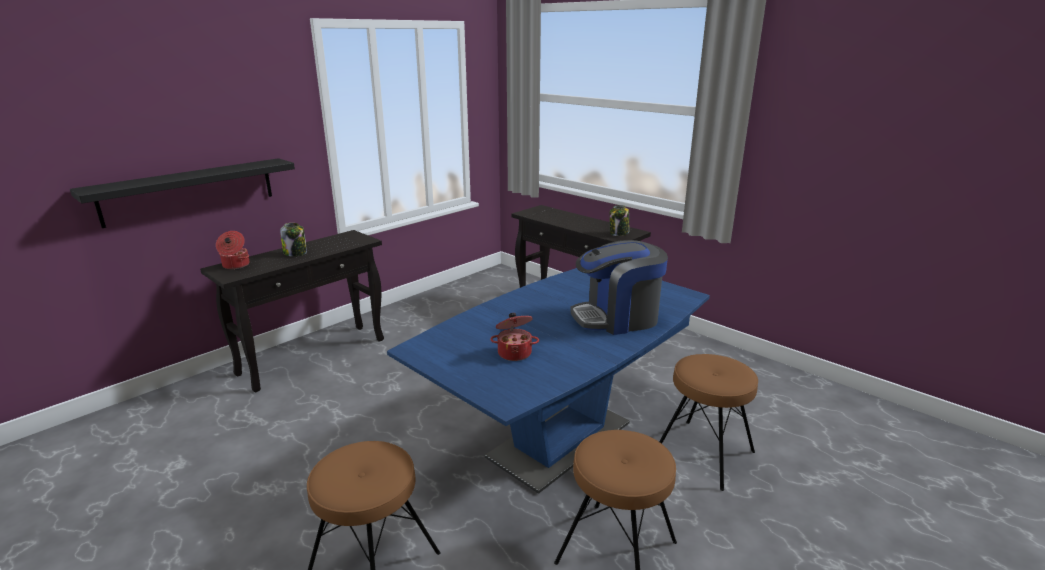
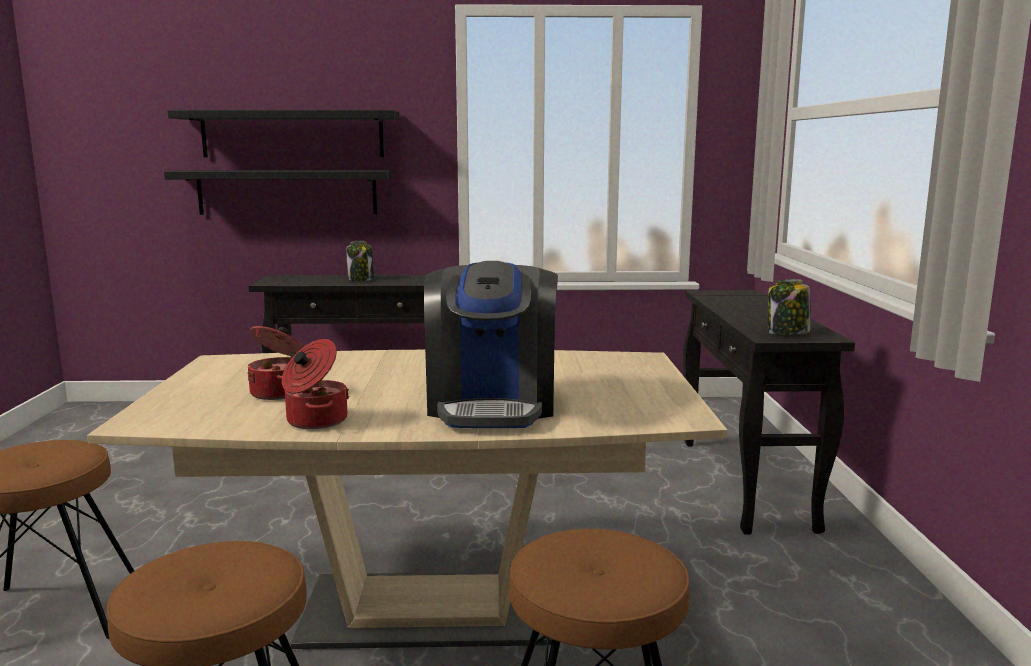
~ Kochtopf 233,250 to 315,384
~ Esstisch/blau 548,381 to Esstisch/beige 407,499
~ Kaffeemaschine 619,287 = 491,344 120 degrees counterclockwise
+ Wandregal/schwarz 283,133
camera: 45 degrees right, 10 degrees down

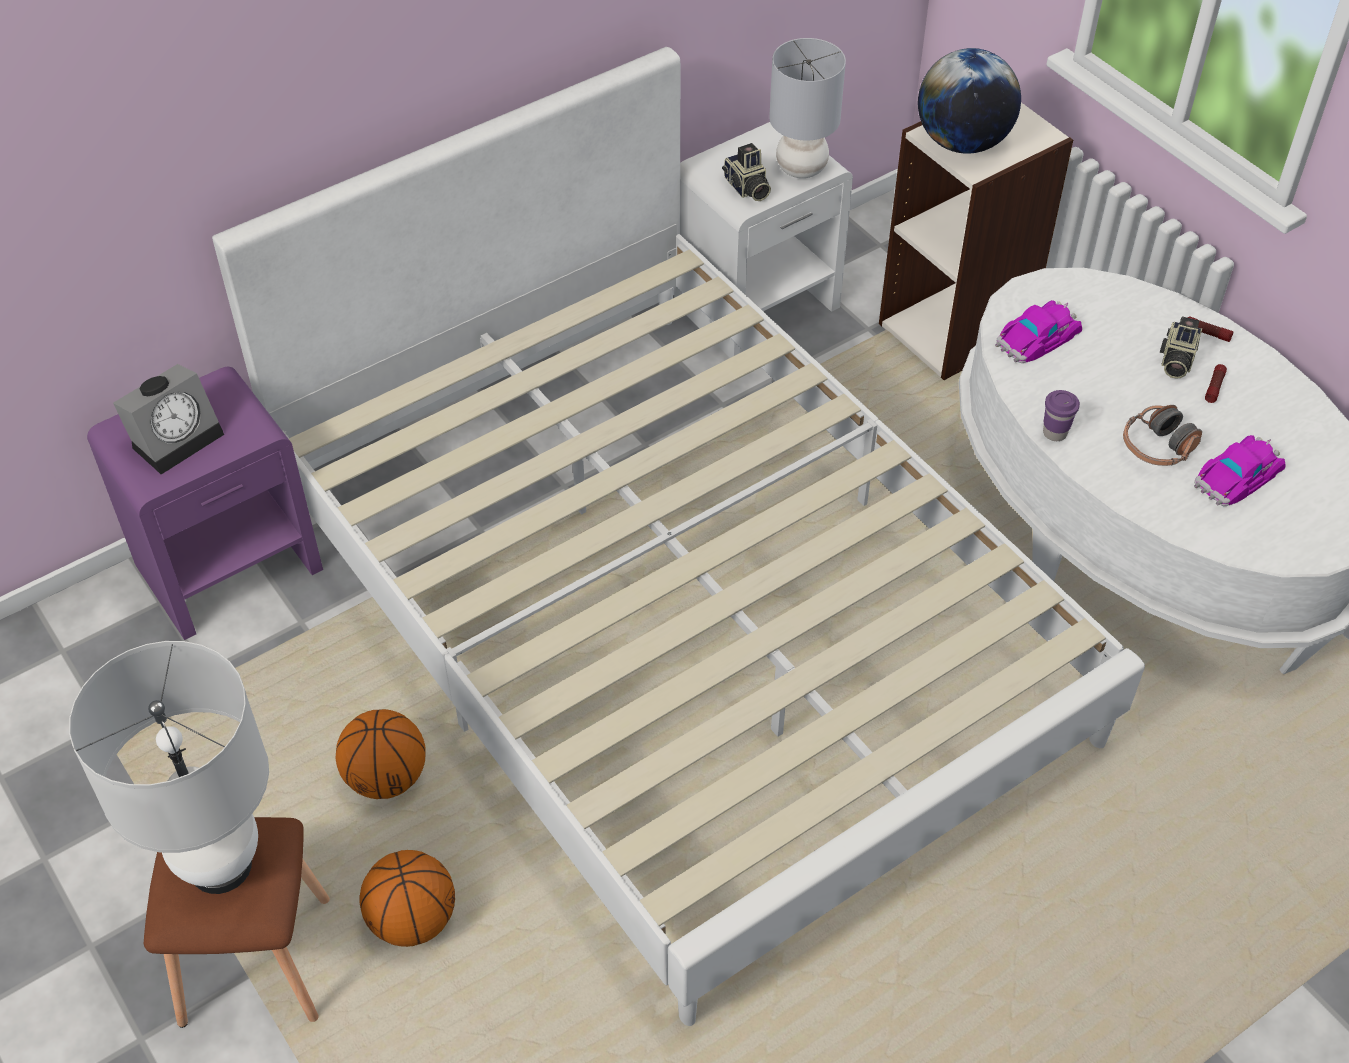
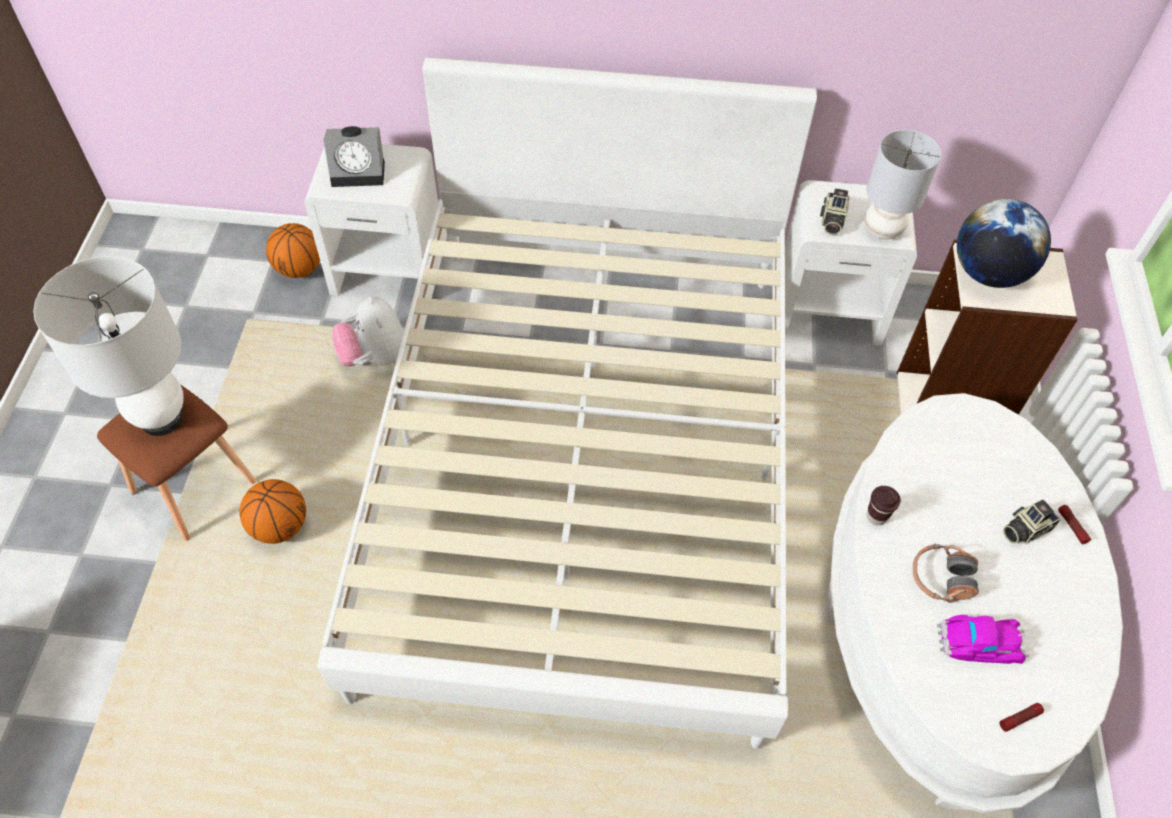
~ Nachttisch/lila 205,503 to Nachttisch/weiß 373,221
~ Basketball 381,754 to 293,250
- Spielzeugauto 1038,331
~ Tasse/lila 1061,415 to Tasse/braun 884,505
~ Taschenlampe 1216,383 to 1021,717
+ Plüschtier 368,331
camera: 40 degrees right, 5 degrees up

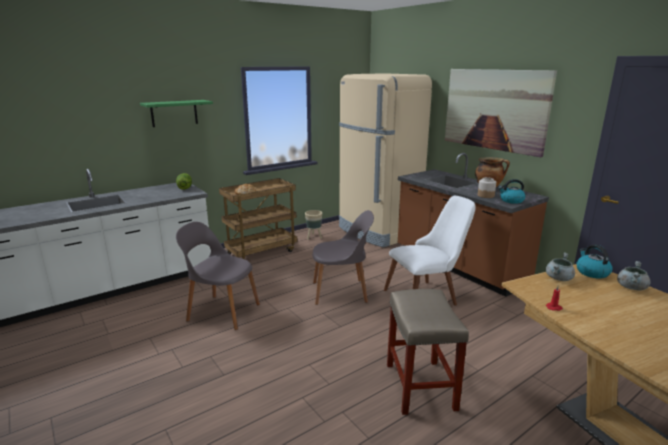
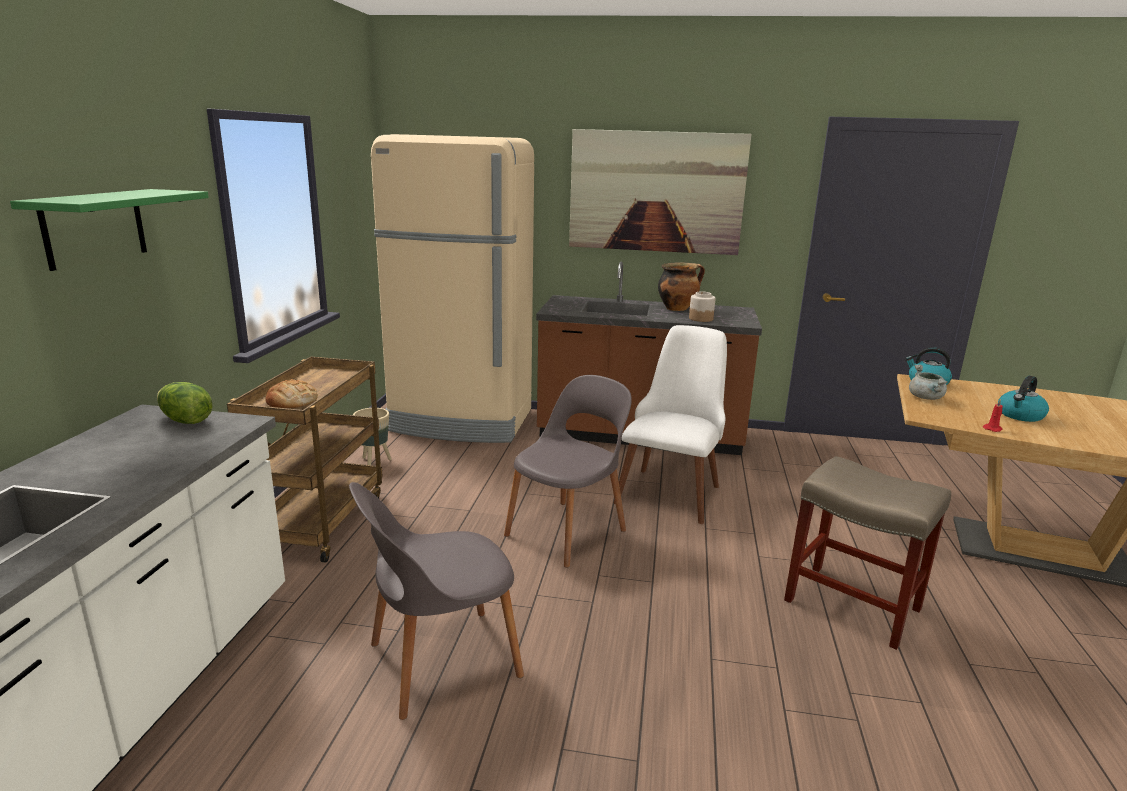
~ Wasserkessel 511,191 to 1023,399
- Kochtopf/grau 633,275
camera: 45 degrees left, 0 degrees up

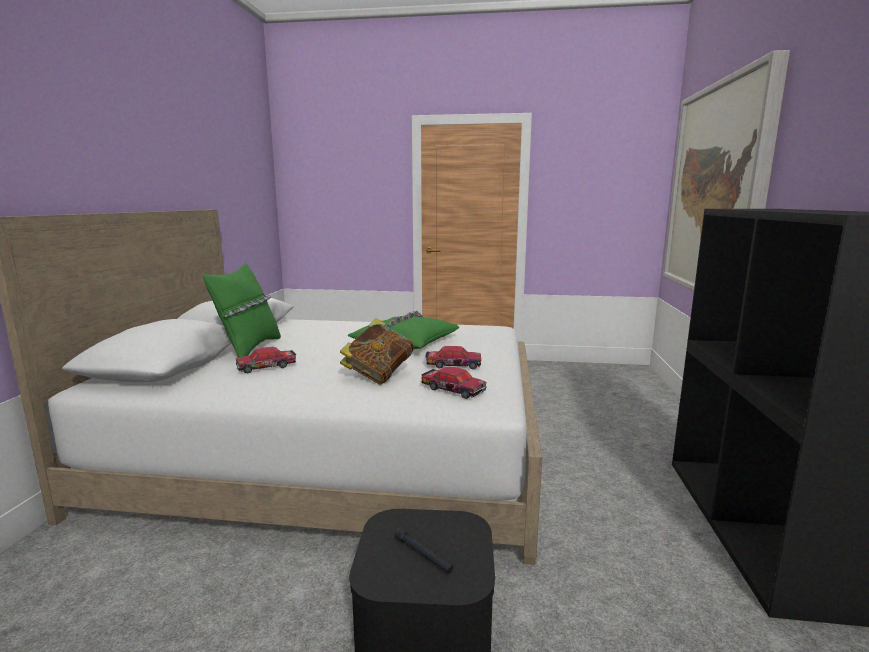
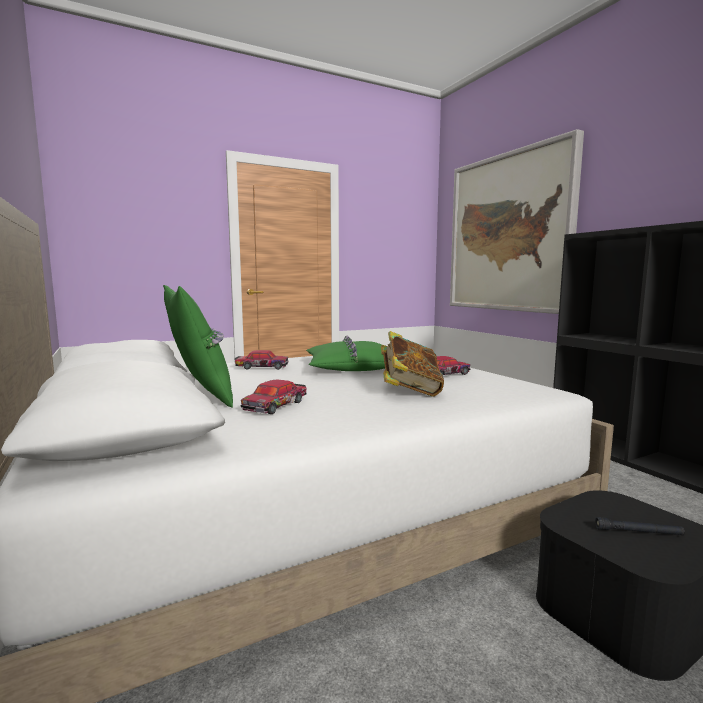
~ Spielzeugauto 453,382 to 261,360
camera: 35 degrees left, 5 degrees down

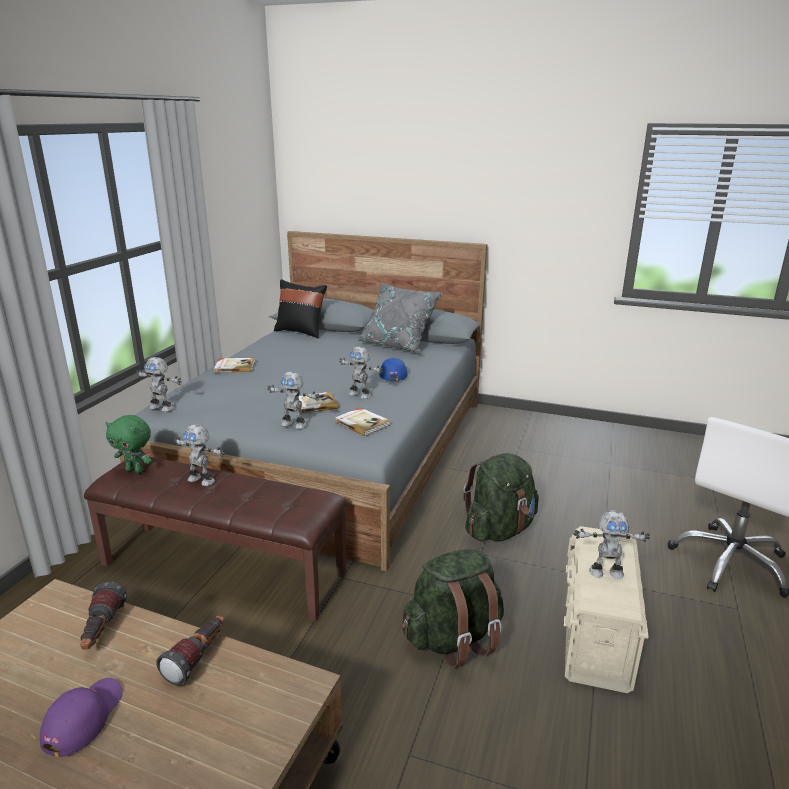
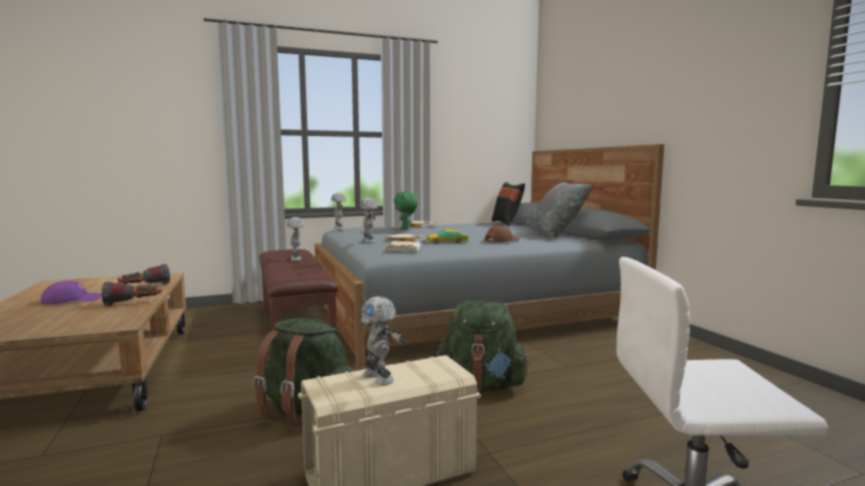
~ Plüschtier/grün 129,444 to 406,210
~ Spielzeugroboter 361,373 to Spielzeugauto 447,236
~ Kappe/blau 393,369 to Kappe/braun 502,233
camera: 50 degrees right, 15 degrees down

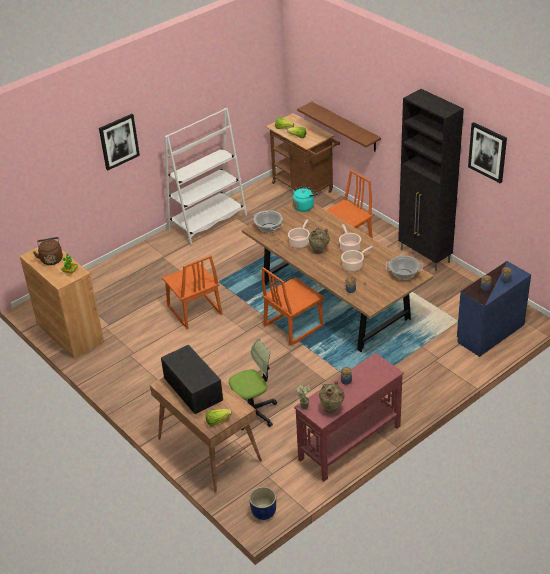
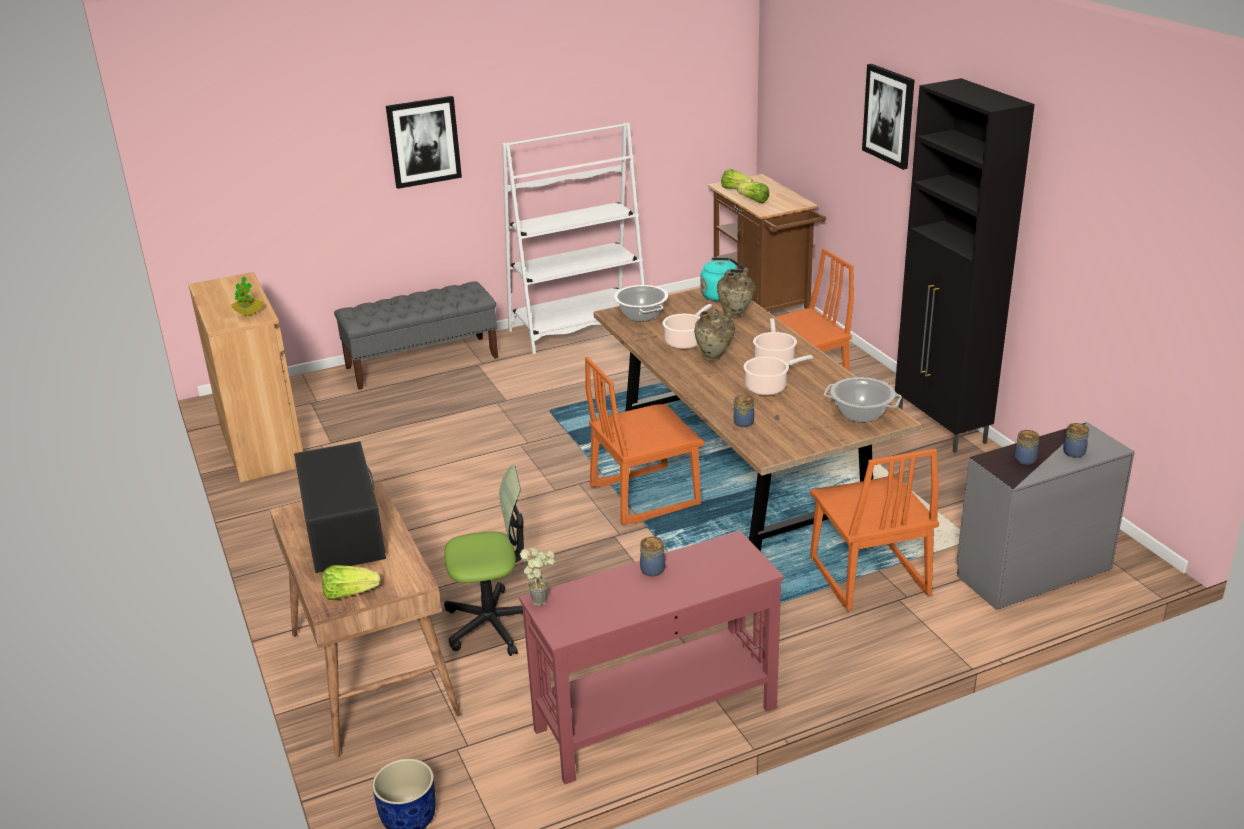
- Wasserkessel/braun 48,251
~ Stuhl/orange 192,292 to 874,529
- Wandregal/braun 339,127
~ Vase/beige 332,396 to 736,293
~ Kommode/blau 494,309 to Kommode/grau 1045,516
~ Bild 487,152 to 888,117
+ Bank/grau 416,335
camera: 15 degrees right, 10 degrees down

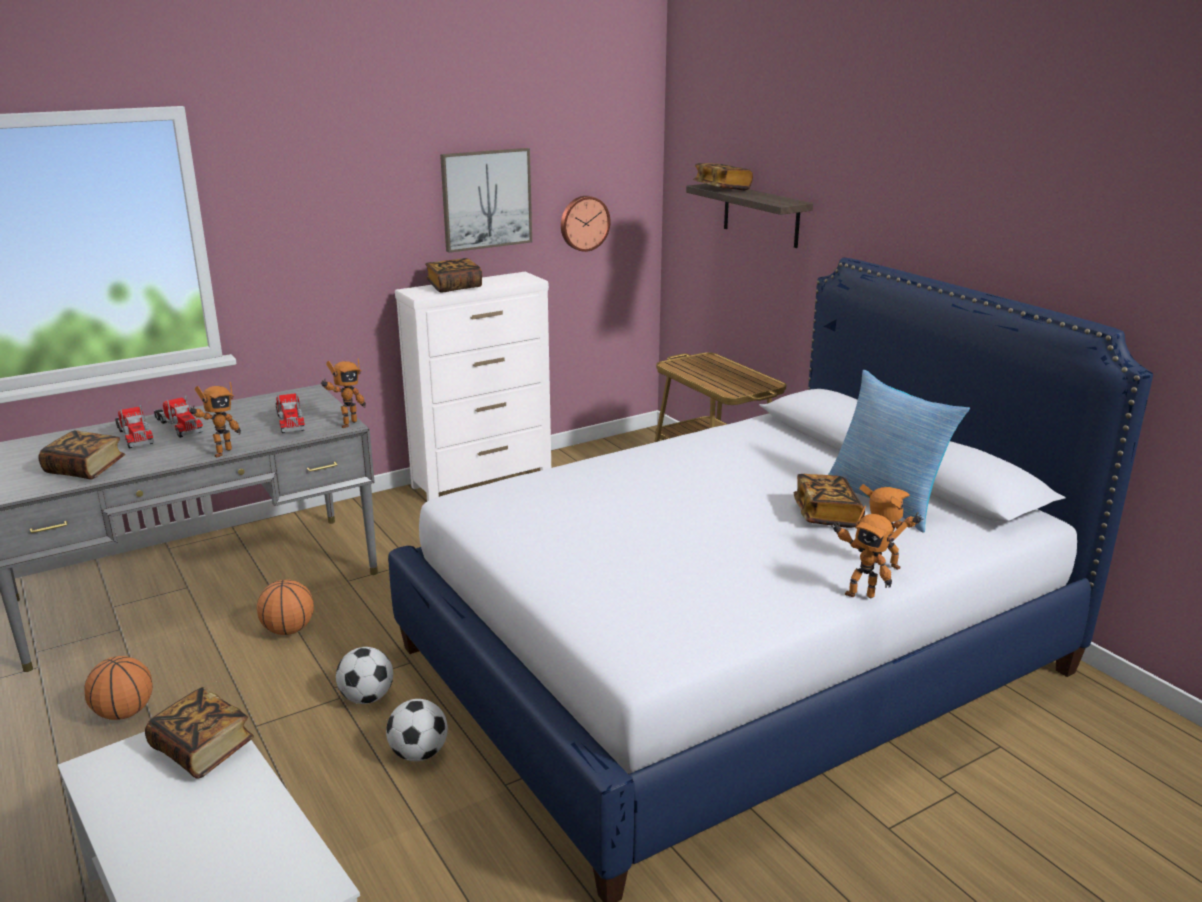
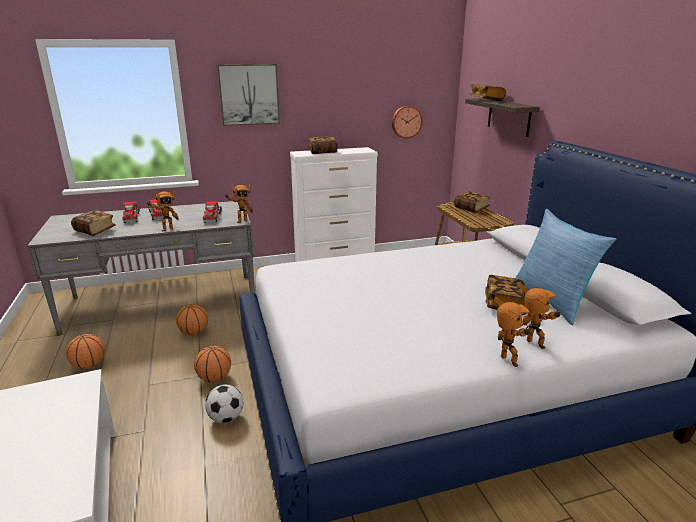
~ Buch 199,733 to 472,202
~ Fußball 364,675 to Basketball 212,363
~ Bild 486,200 to 248,95
~ Spielzeugroboter 869,552 = 512,332 150 degrees counterclockwise
camera: 15 degrees right, 0 degrees up

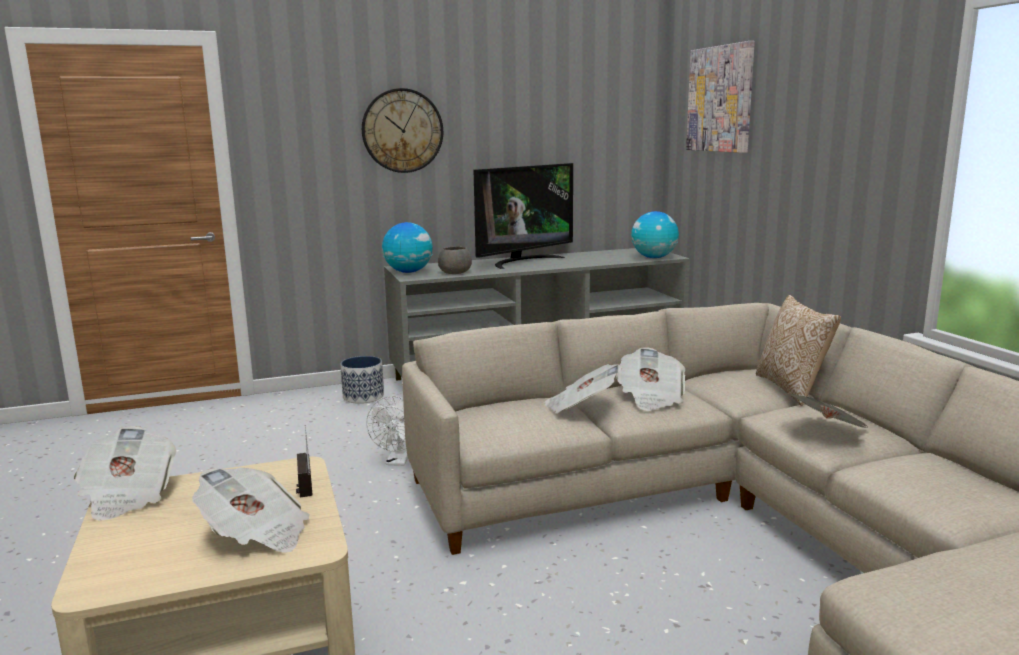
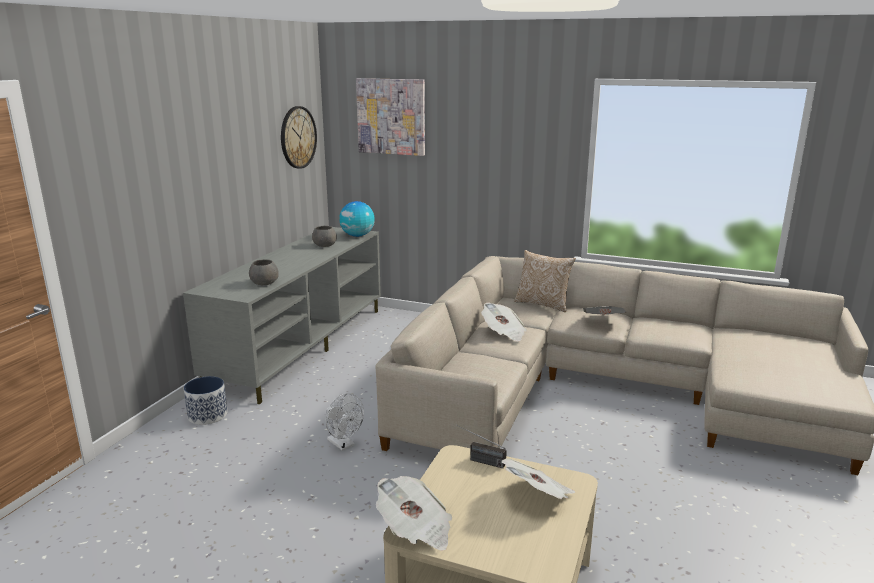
~ Wanduhr 402,130 to 299,137
- Globus 407,247
- Fernseher 523,216
- Zeitung 583,388
+ Schüssel/grau 324,236
camera: 50 degrees left, 5 degrees up

